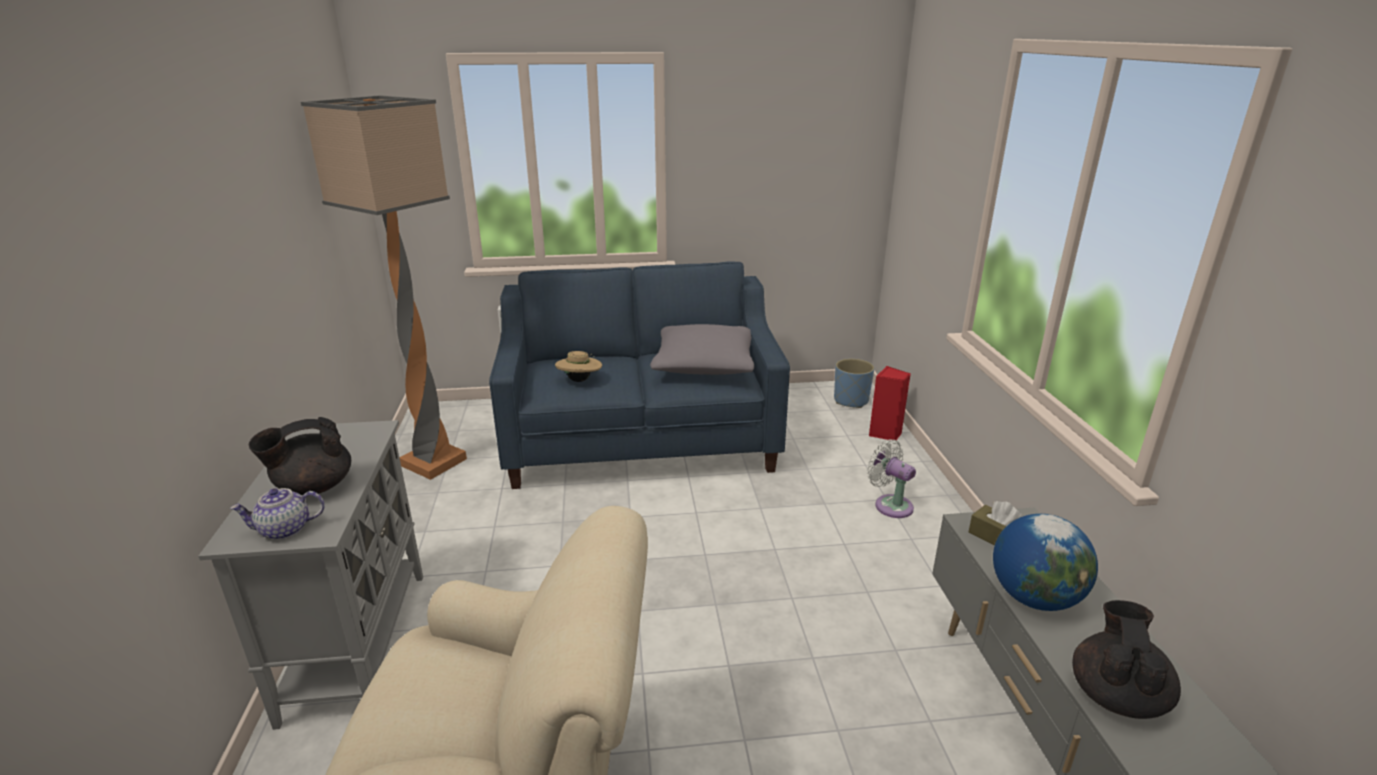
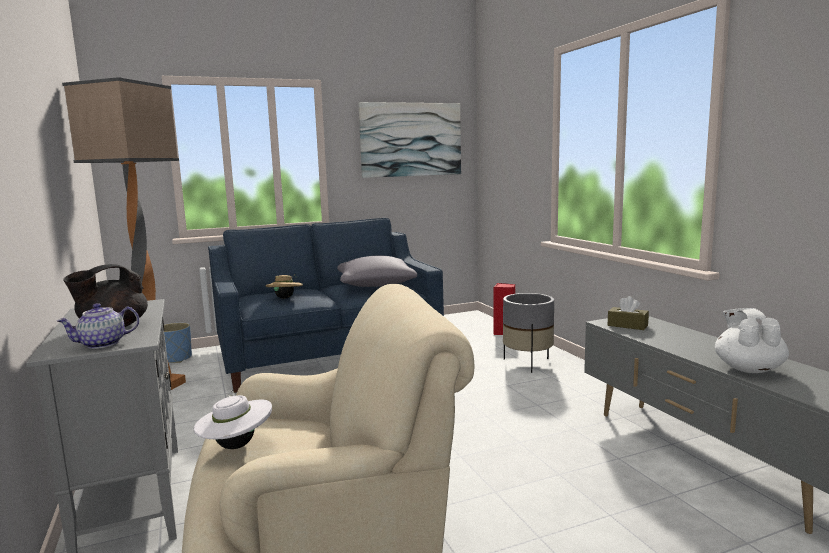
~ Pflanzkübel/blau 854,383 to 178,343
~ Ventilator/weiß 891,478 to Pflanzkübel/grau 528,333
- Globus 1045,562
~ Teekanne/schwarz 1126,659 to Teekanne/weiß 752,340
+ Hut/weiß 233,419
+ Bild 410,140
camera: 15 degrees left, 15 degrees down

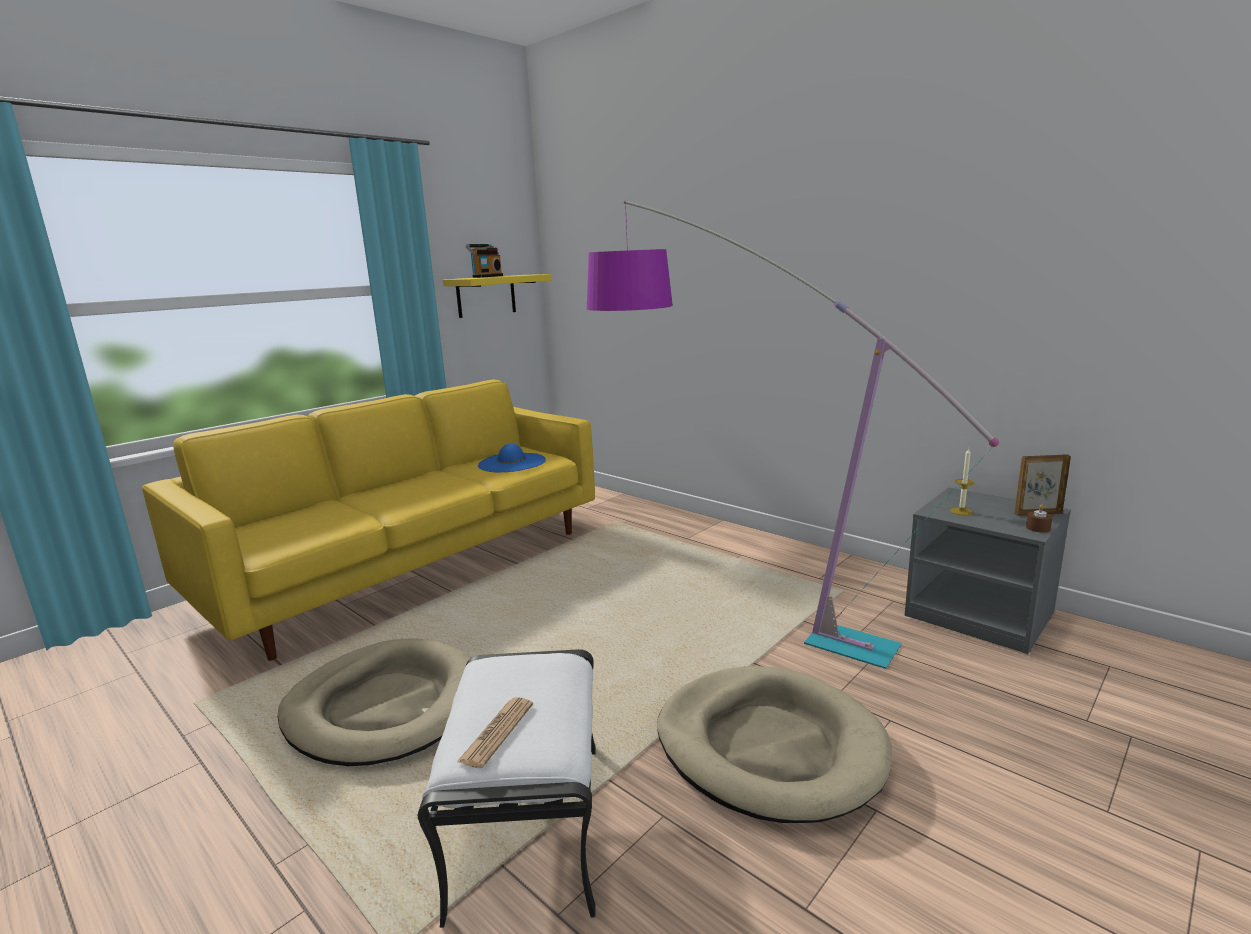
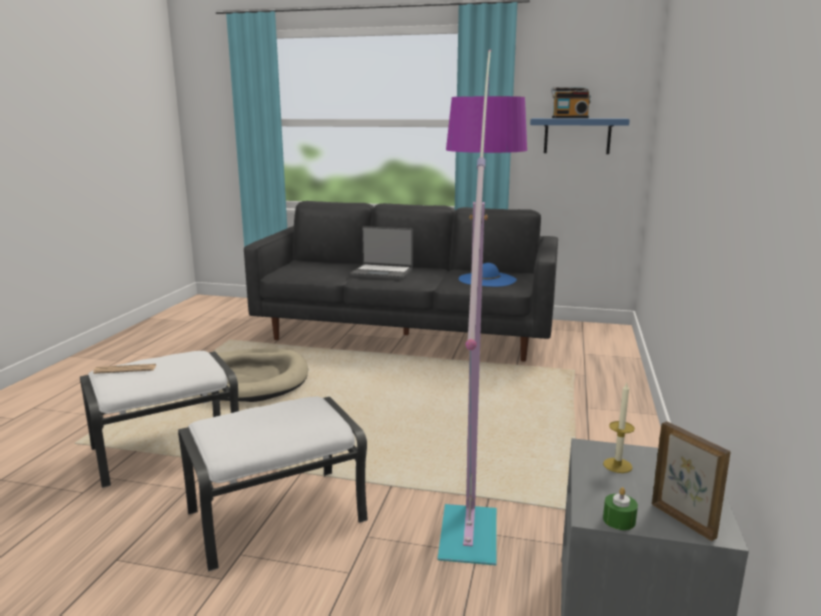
~ Sofa/gelb 368,520 to Sofa/schwarz 401,281
~ Wandregal/gelb 497,296 to Wandregal/blau 580,136
~ Hundebett/beige 774,744 to Polsterhocker/weiß 273,484
~ Kerze/braun 1039,518 to Kerze/grün 620,508
+ Laptop 381,253
camera: 60 degrees right, 0 degrees up

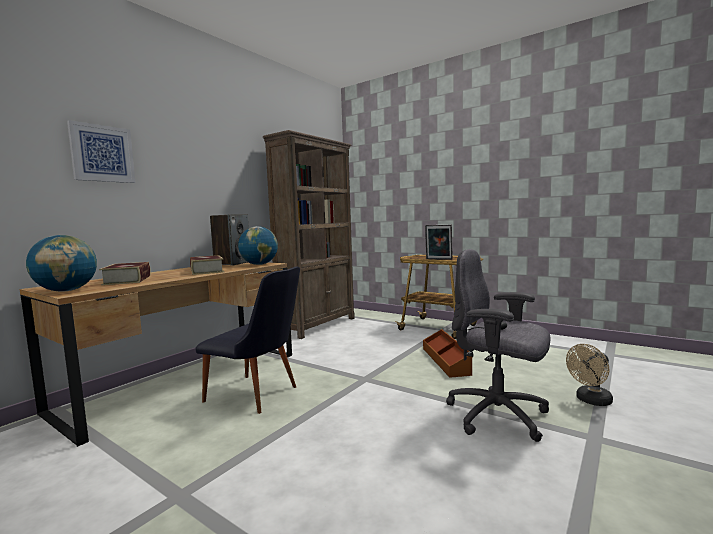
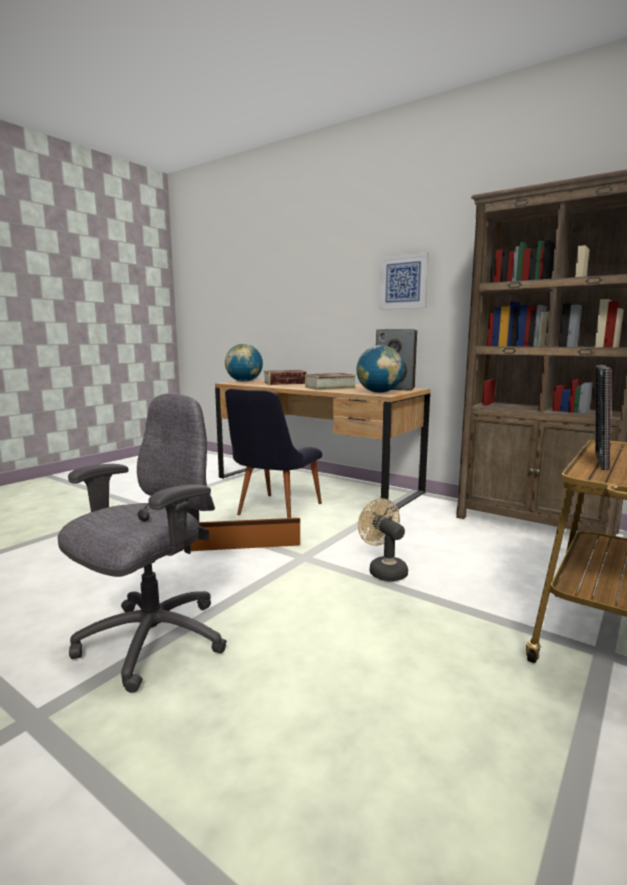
~ Bild 101,151 to 404,281
~ Aufbewahrungsbox/braun 447,353 to 245,534
~ Ventilator/beige 589,375 to 383,539
camera: 90 degrees right, 5 degrees up

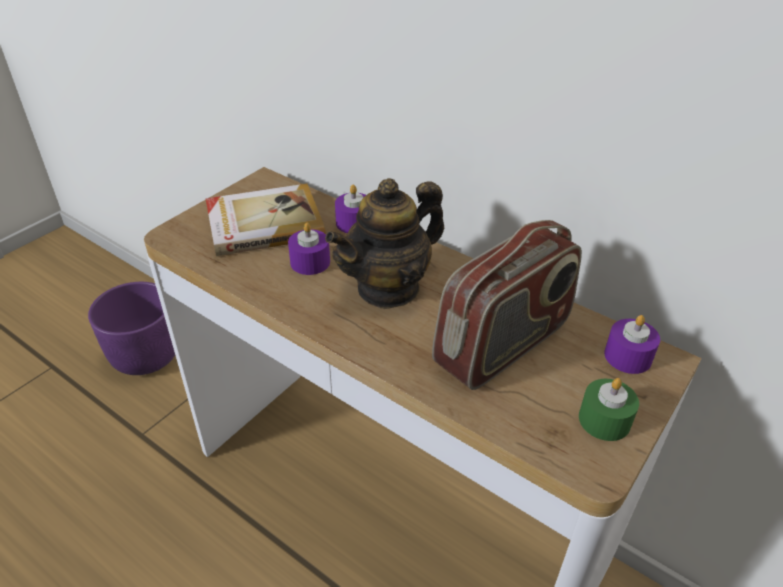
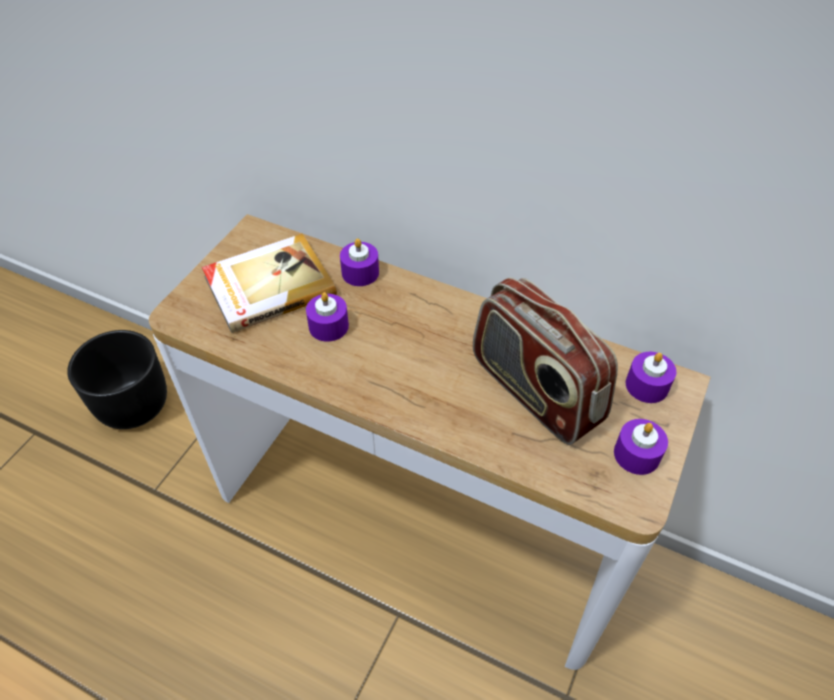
~ Pflanzkübel/lila 131,328 to Pflanzkübel/schwarz 117,379
- Teekanne 385,243
~ Radio 507,305 = 545,361 105 degrees clockwise
~ Kerze/grün 609,409 to Kerze/lila 641,447
camera: 10 degrees left, 10 degrees up

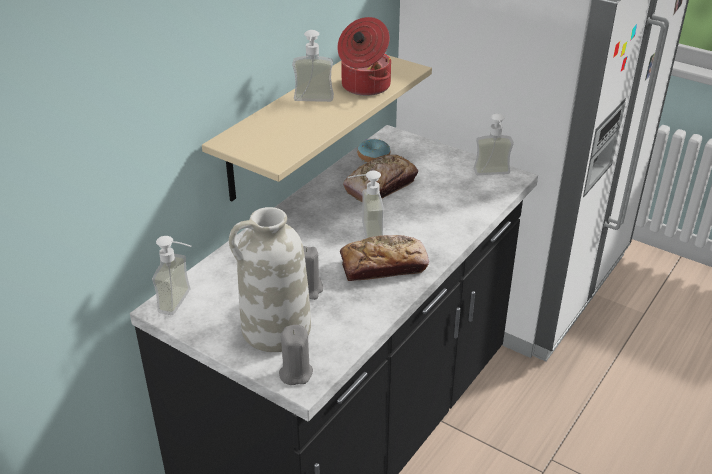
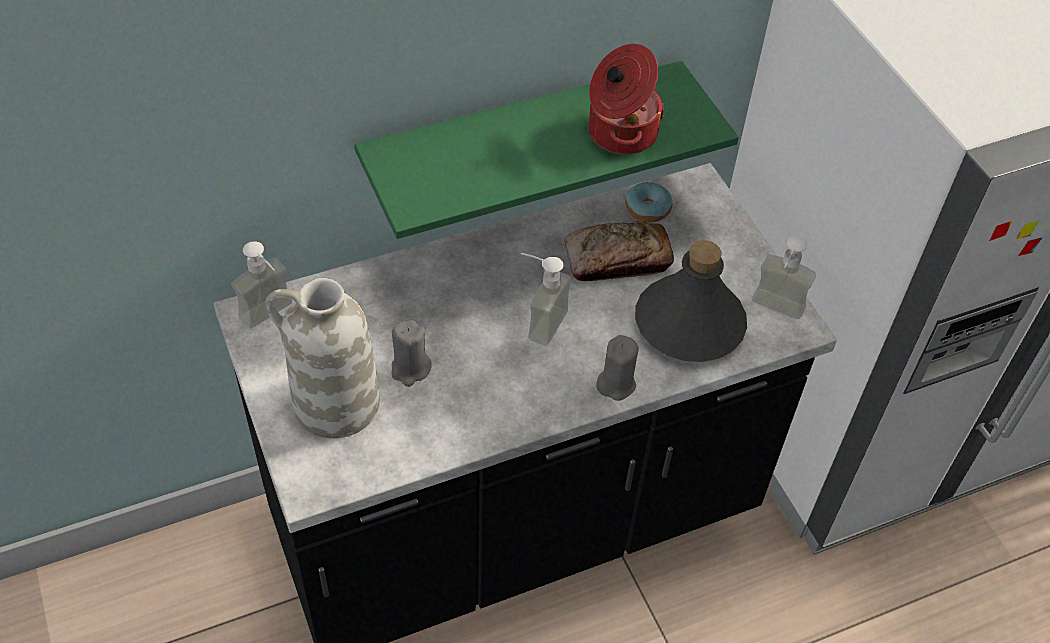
~ Wandregal/beige 317,128 to Wandregal/grün 547,150
~ Kerze/grau 296,355 to 617,368
- Seifenspender 313,66
- Brot 384,258
+ Flasche/grau 691,301
camera: 30 degrees right, 15 degrees up

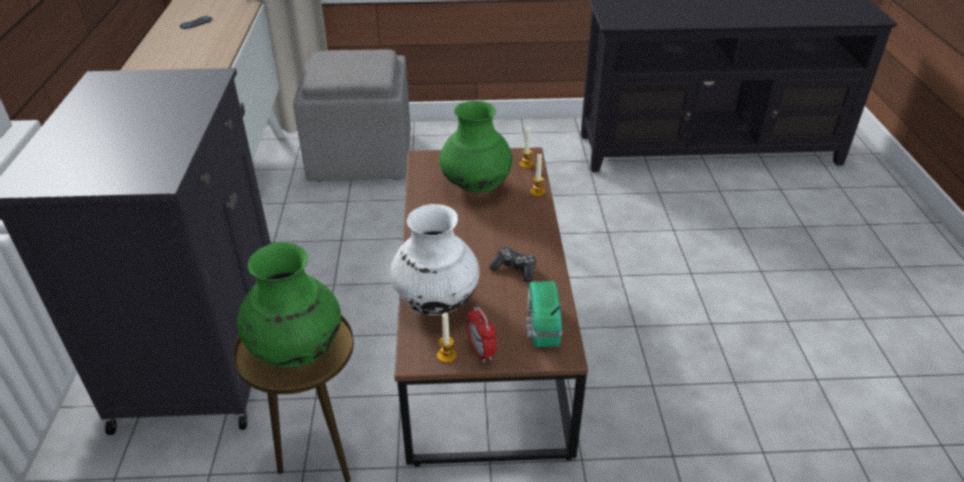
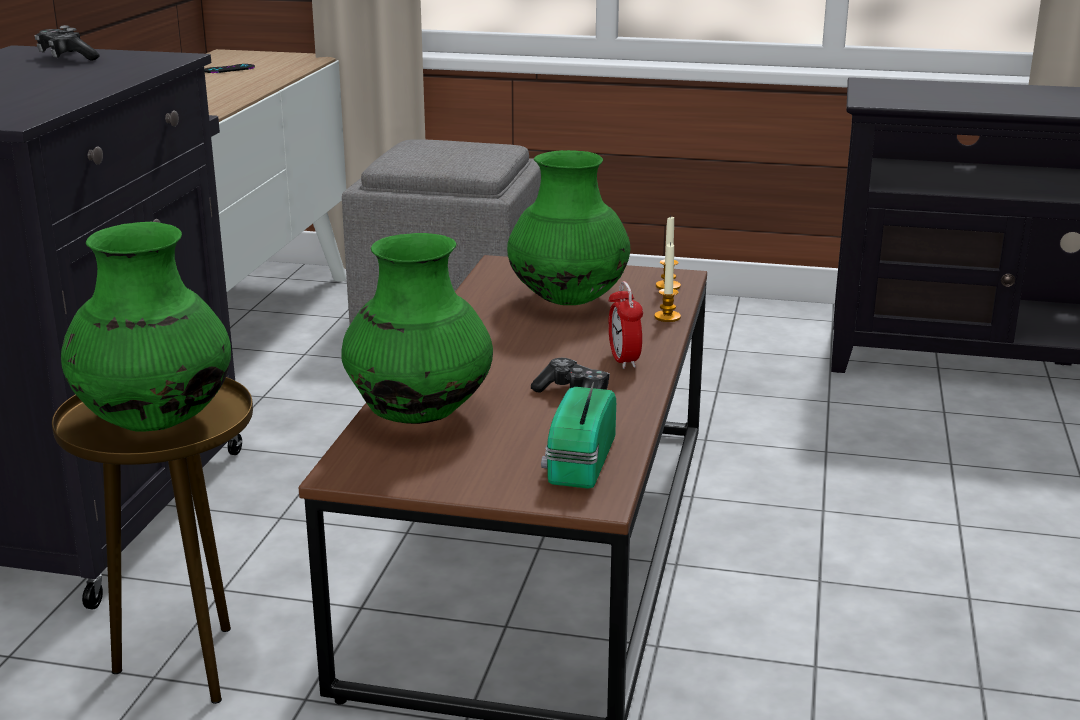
~ Vase/weiß 435,259 to Vase/grün 417,328
- Kerze 447,338
~ Wecker 482,334 to 625,325
+ Gamepad 67,43
camera: 15 degrees right, 15 degrees down

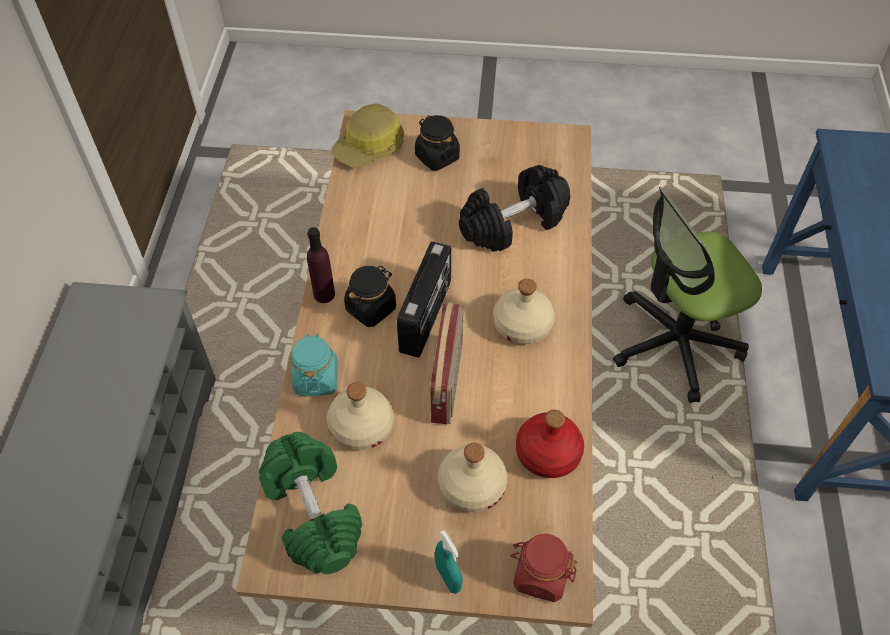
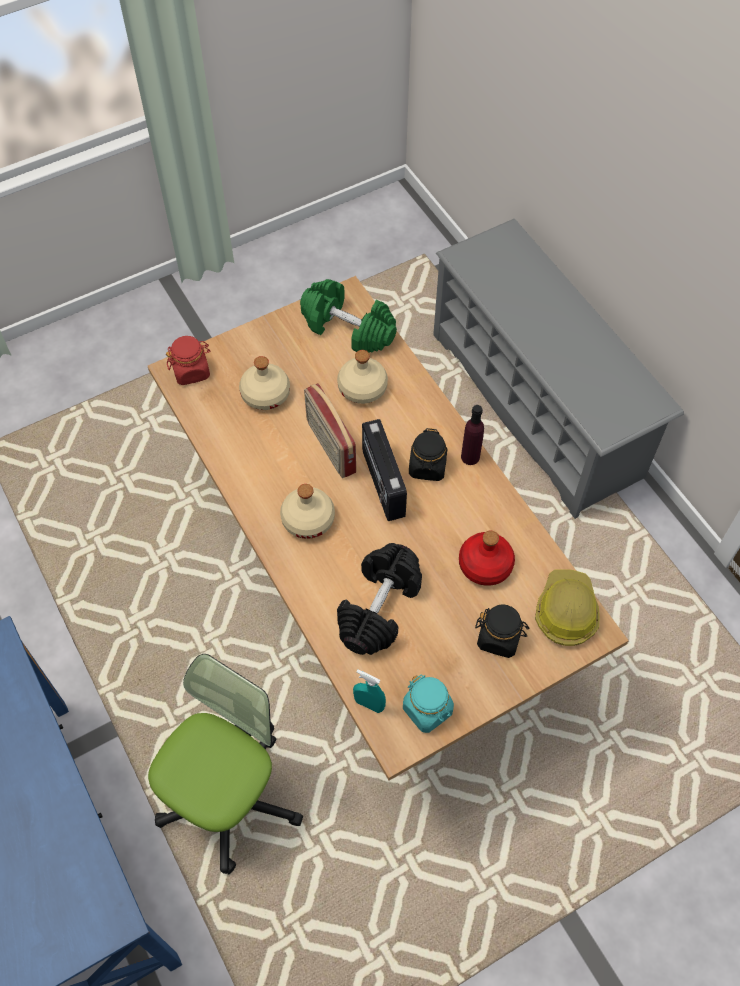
~ Vorratsglas/türkis 314,364 to 428,704
~ Sprühflasche/türkis 449,562 to 369,691
~ Flasche/rot 550,444 to 487,558
camera: 145 degrees right, 5 degrees up

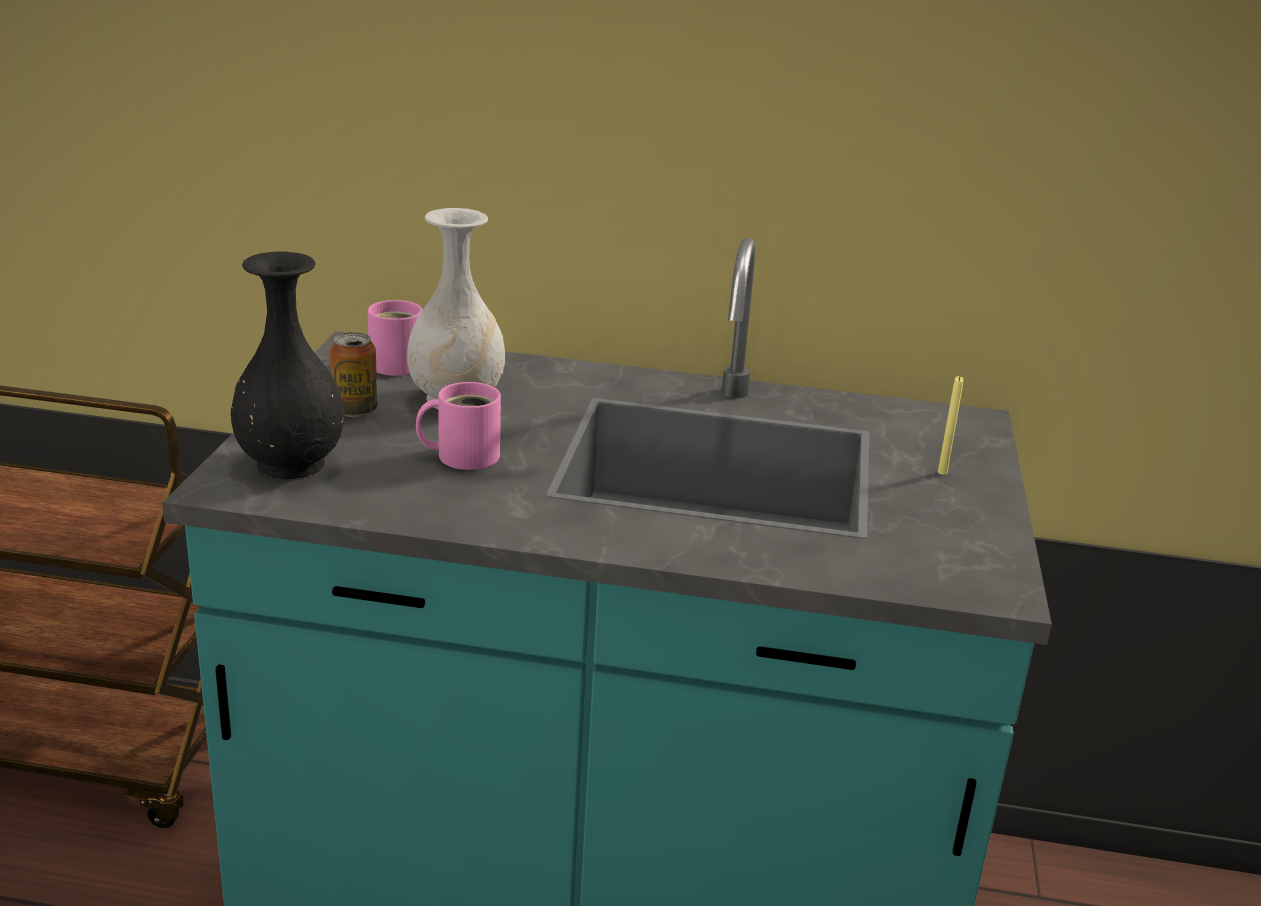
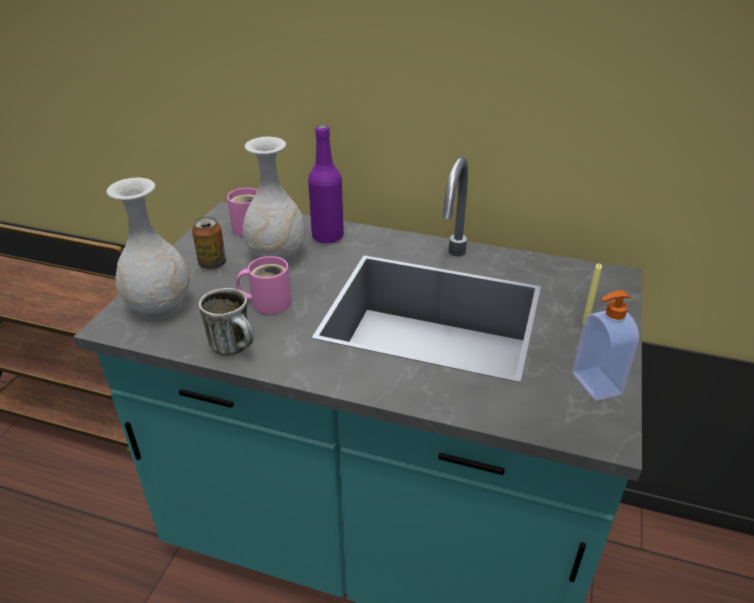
~ Vase/schwarz 288,365 to Vase/weiß 148,249
+ Henkelbecher 226,322
+ Flasche/lila 326,184
+ Seifenspender 606,345
camera: 10 degrees right, 10 degrees up

